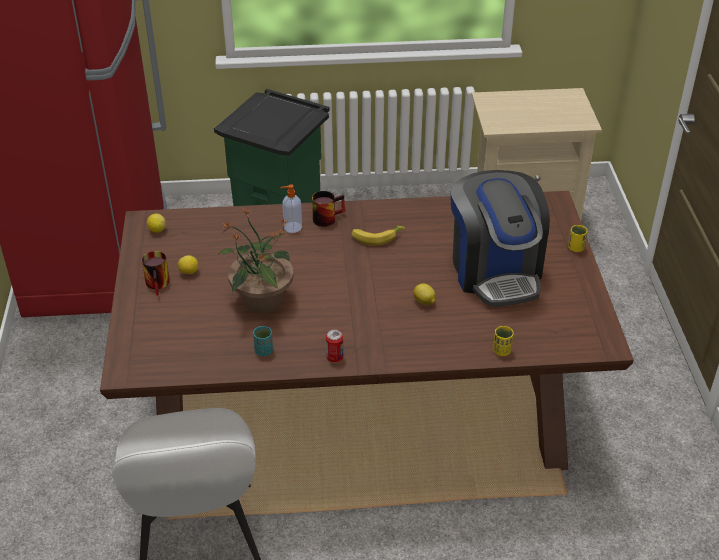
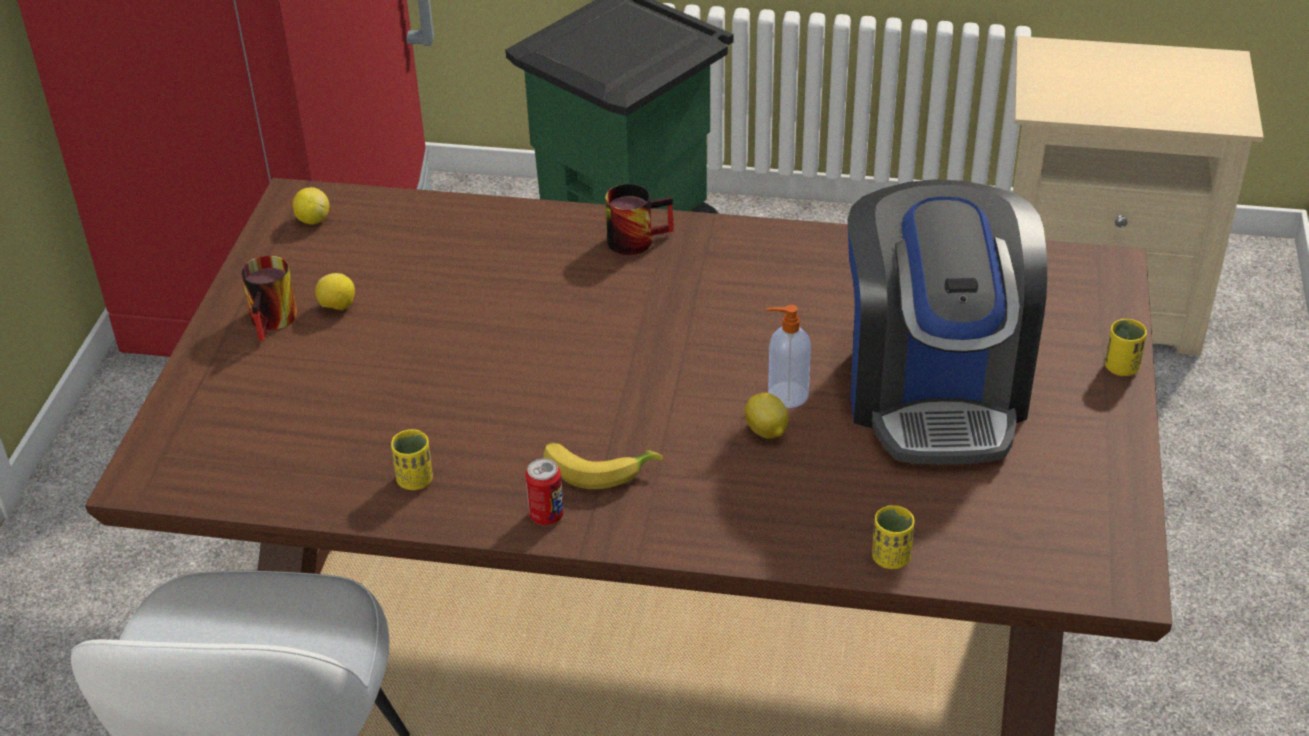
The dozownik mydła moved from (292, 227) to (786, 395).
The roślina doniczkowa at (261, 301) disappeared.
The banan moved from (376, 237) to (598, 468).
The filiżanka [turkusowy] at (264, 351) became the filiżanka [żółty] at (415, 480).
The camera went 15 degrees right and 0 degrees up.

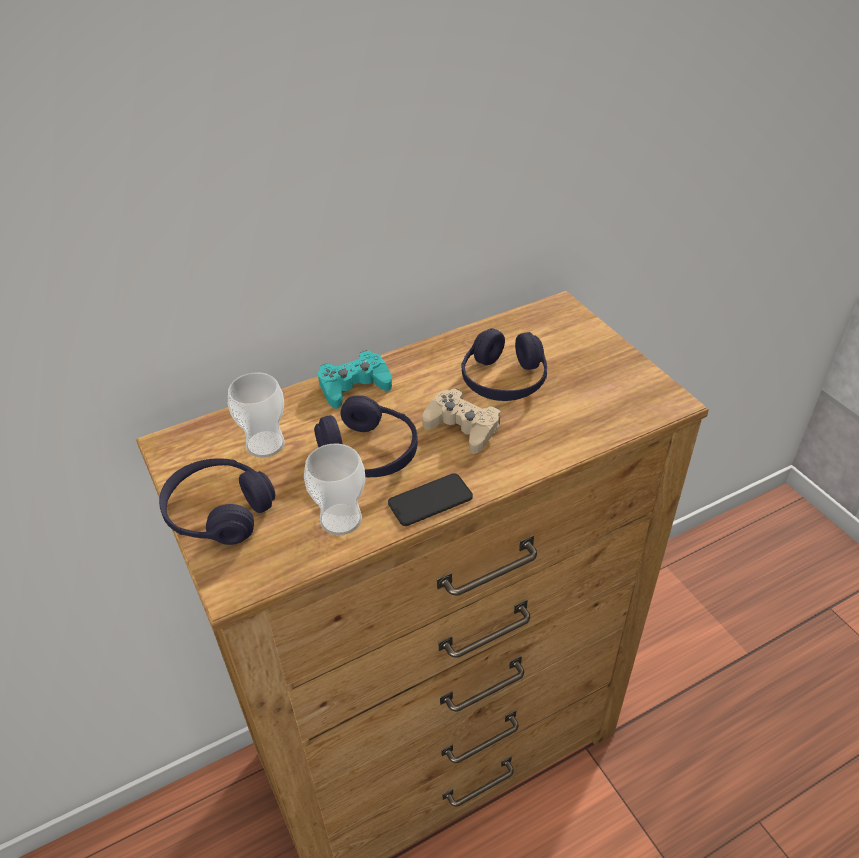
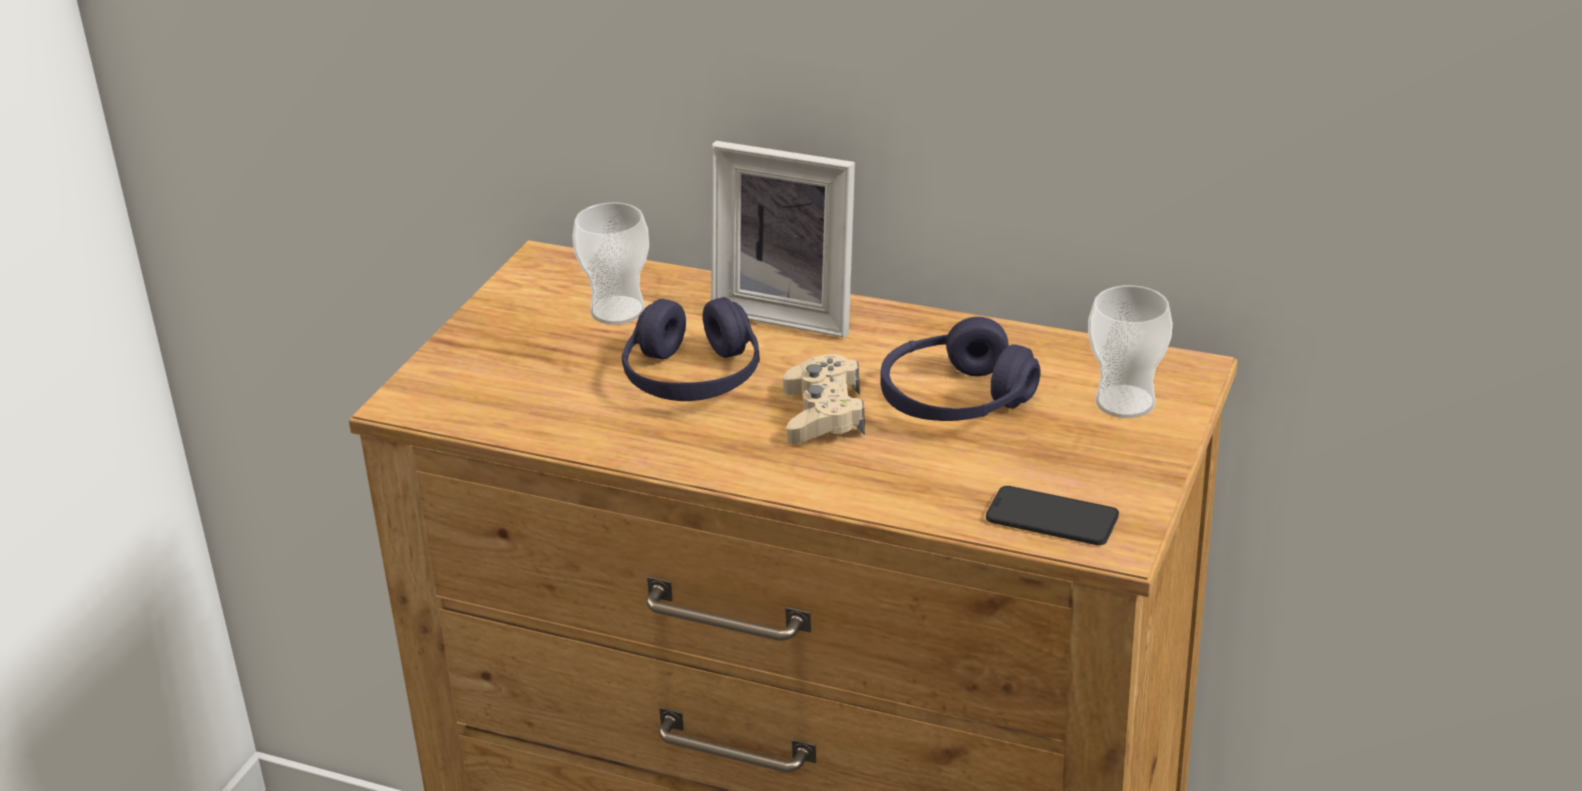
The pad do gier [turkusowy] at (354, 386) was replaced by the ramka na zdjęcie at (789, 310).
The filiżanka moved from (341, 519) to (1125, 402).
The słuchawki [fioletowy] at (219, 512) disappeared.
The telefon moved from (430, 500) to (1052, 517).
The camera went 50 degrees right and 10 degrees down.

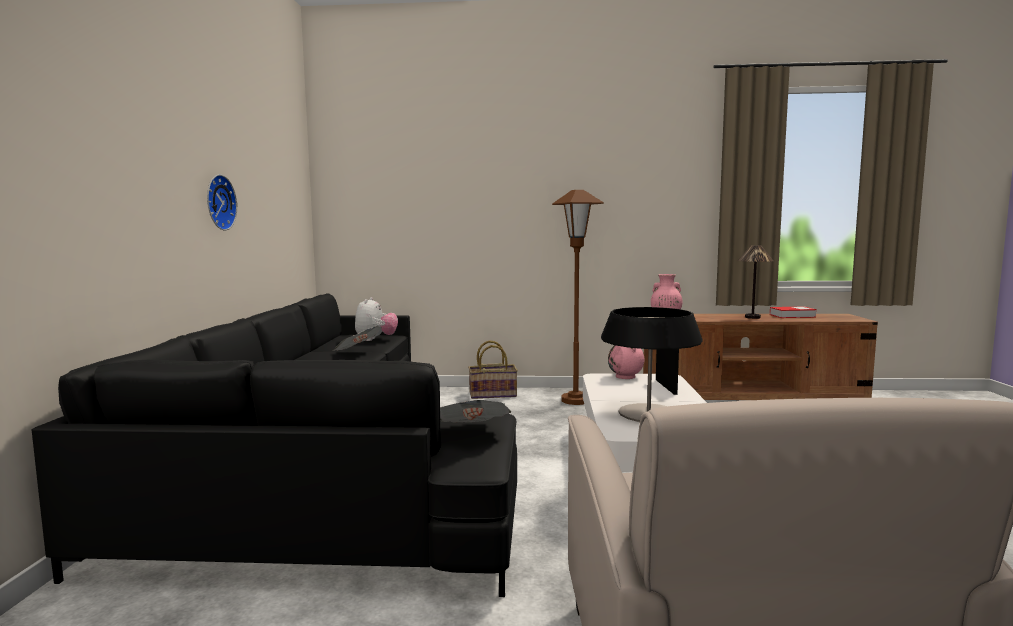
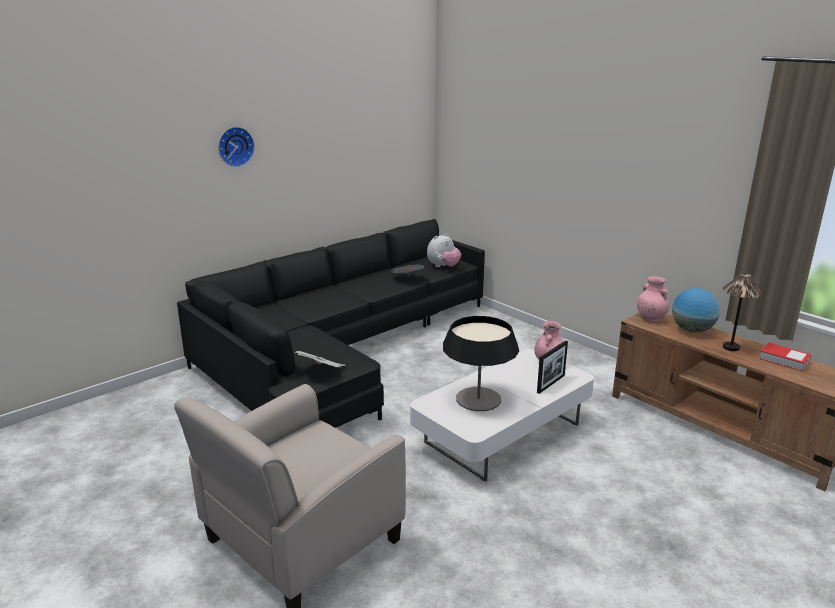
The zegar ścienny moved from (218, 202) to (234, 146).
The lampa stojąca [brązowy] at (575, 400) disappeared.
The koszyk at (493, 394) disappeared.
The globus at (692, 330) appeared.
The camera went 45 degrees right and 15 degrees up.

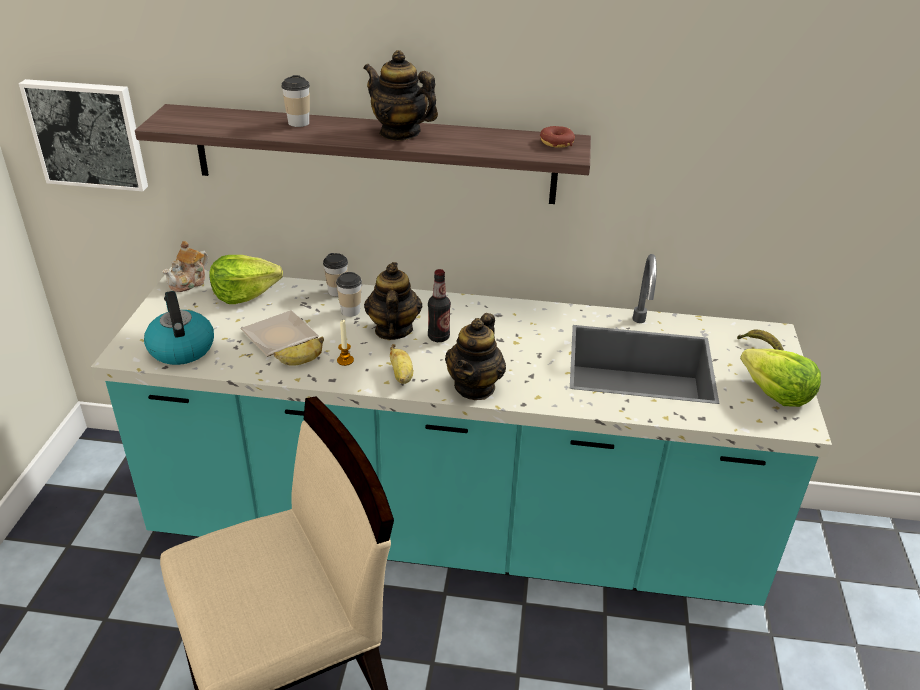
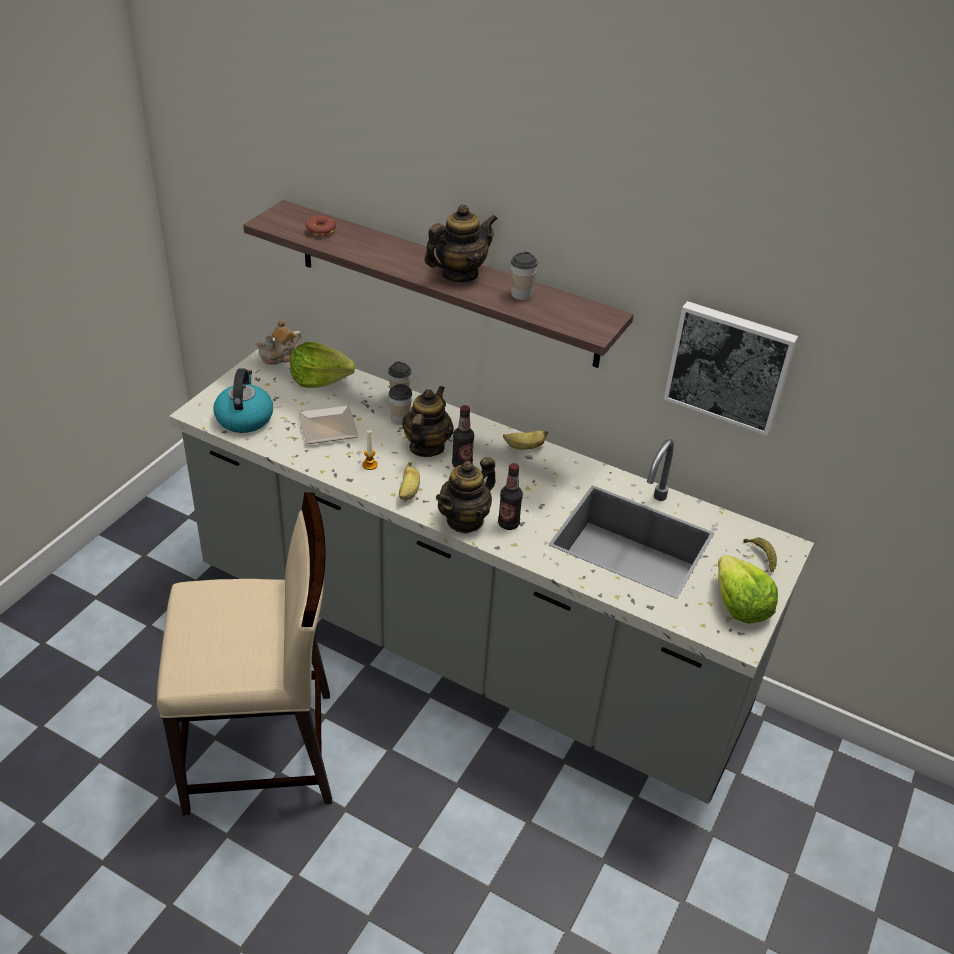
The imbryk at (400, 133) turned 90 degrees clockwise.
The filiżanka moved from (298, 123) to (521, 294).
The obraz moved from (88, 134) to (729, 366).
The donut moved from (556, 143) to (320, 231).
The zabudowa kuchenna [turkusowy] at (454, 531) became the zabudowa kuchenna [szary] at (465, 644).
The banan moved from (301, 362) to (524, 447).
The butelka at (508, 524) appeared.
The camera went 20 degrees right and 5 degrees up.

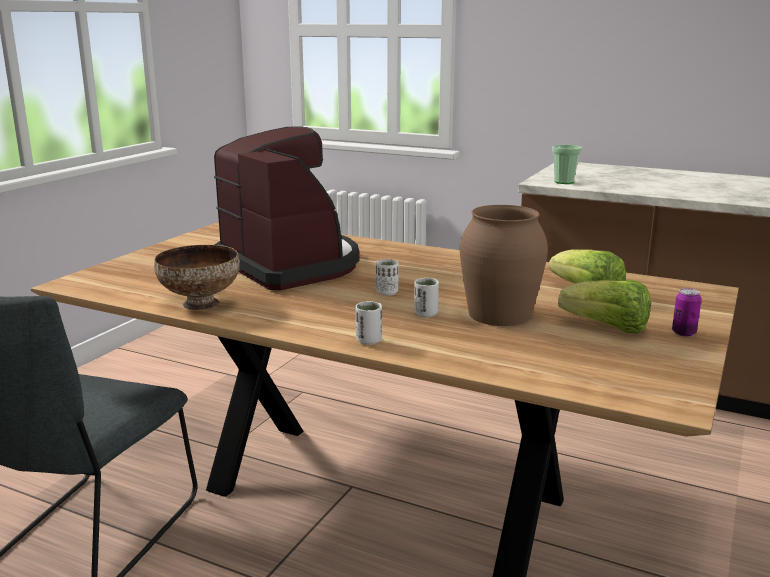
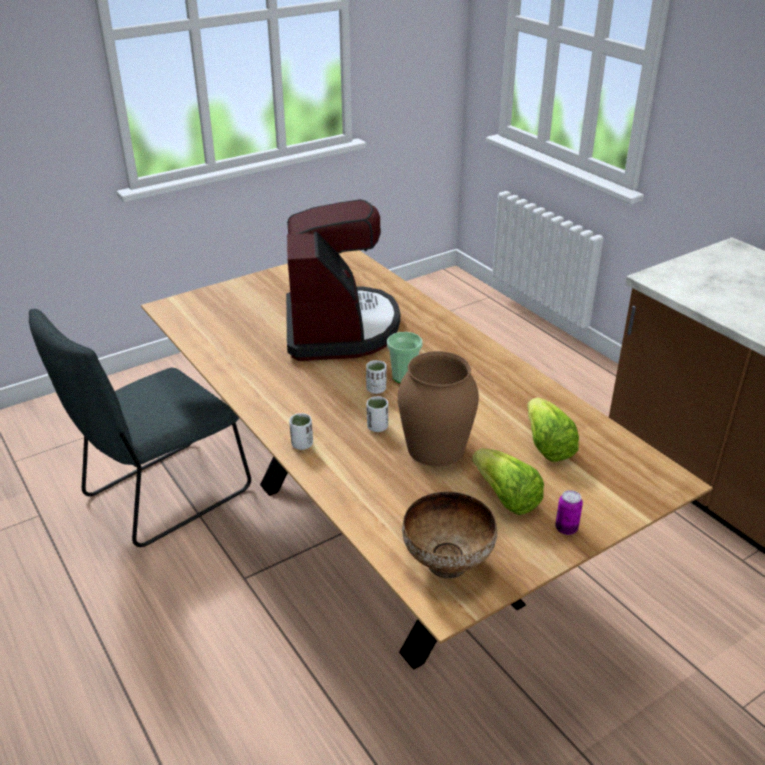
The filiżanka moved from (564, 182) to (404, 377).
The miska moved from (201, 303) to (448, 563).
The camera went 30 degrees right and 15 degrees up.

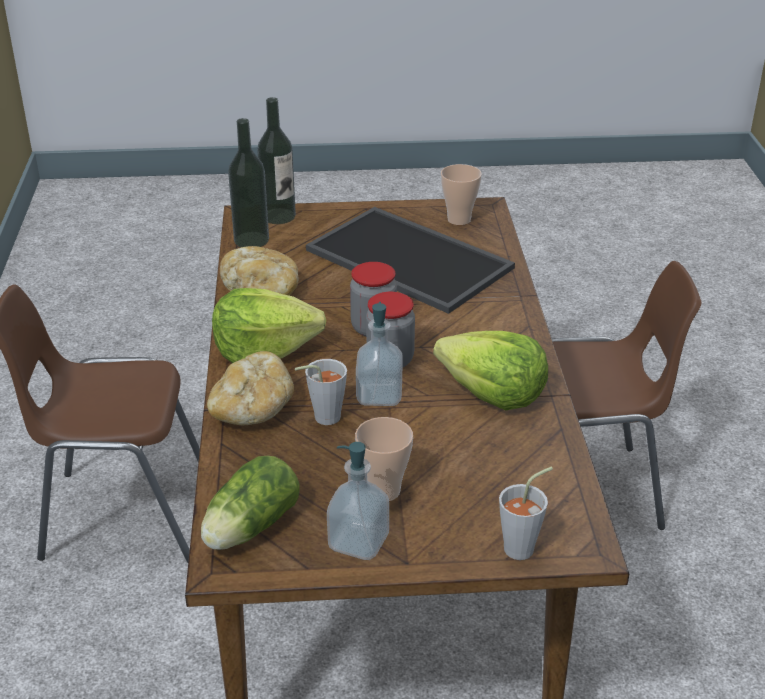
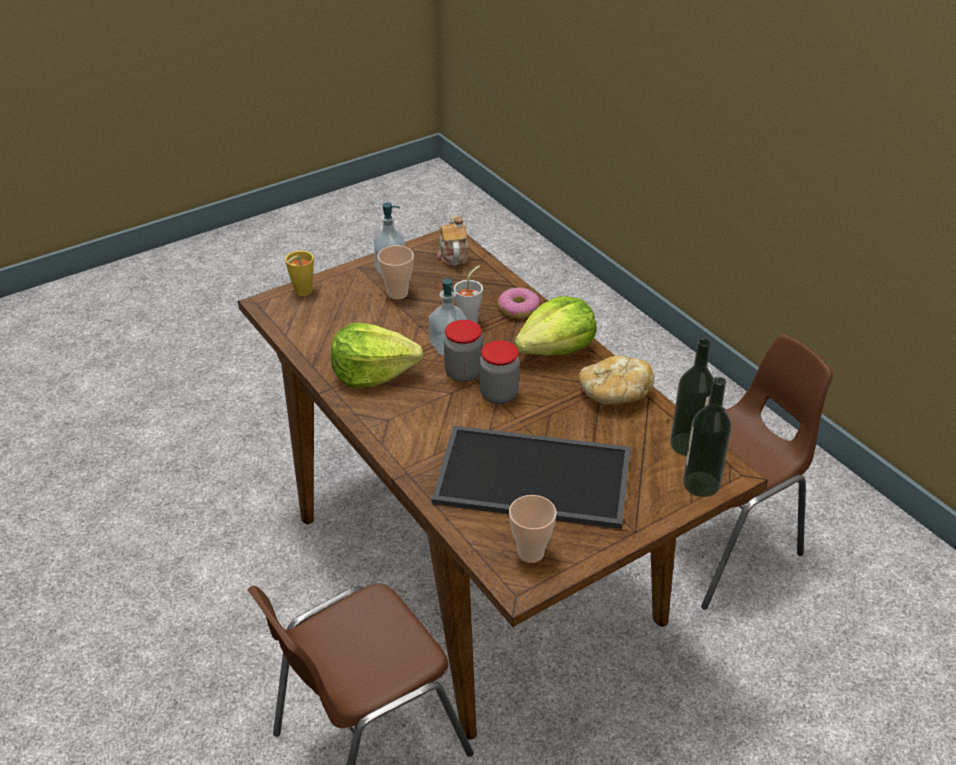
The chleb at (253, 410) was replaced by the donut at (518, 309).
The sałata at (248, 528) was replaced by the imbryk at (453, 254).
The filiżanka [szary] at (524, 546) became the filiżanka [żółty] at (300, 293).
The camera went 150 degrees right and 5 degrees up.

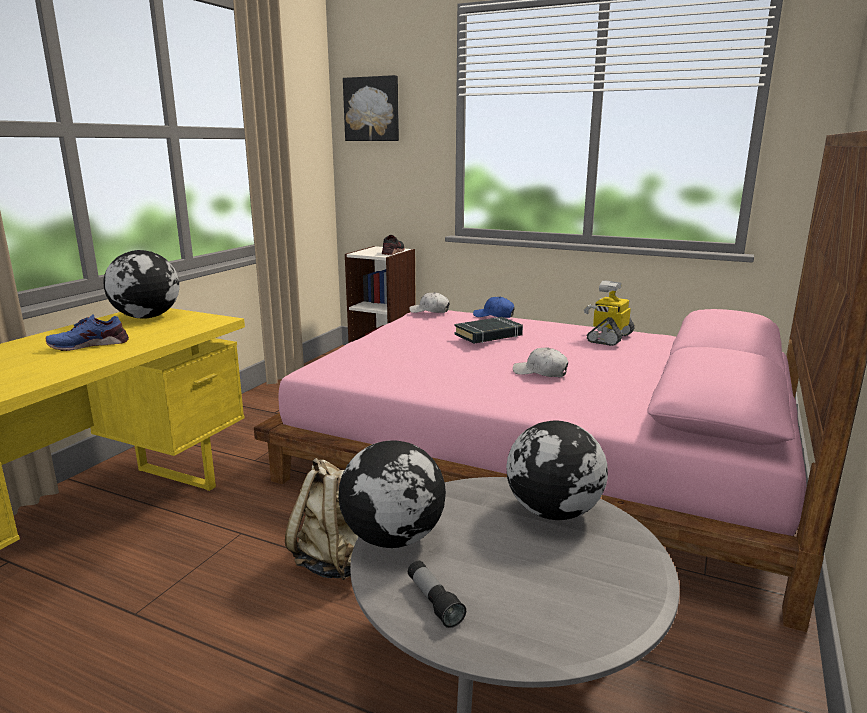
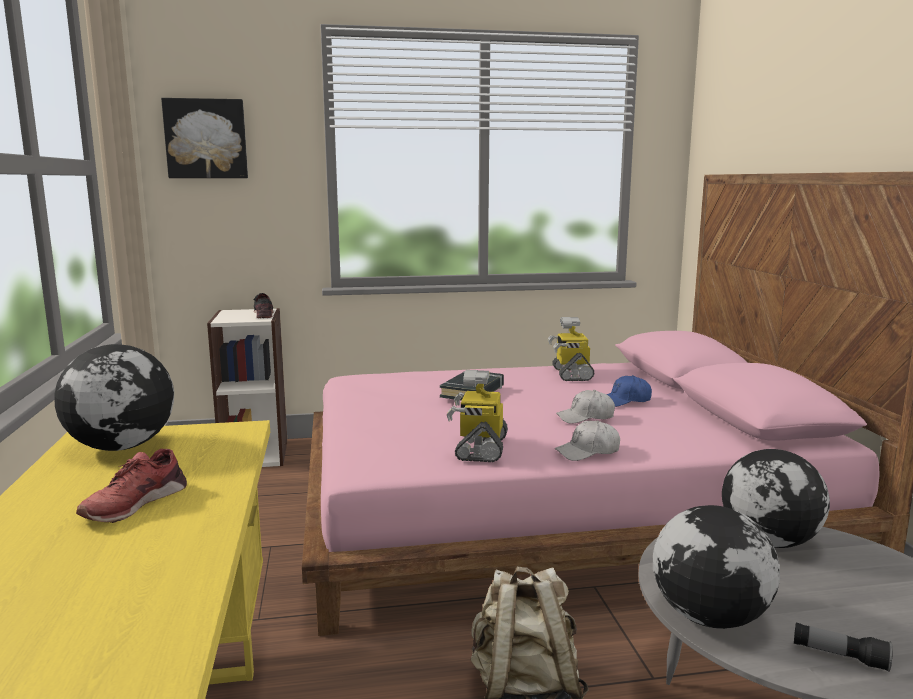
The czapka z daszkiem [biały] moved from (430, 311) to (588, 452).
The czapka z daszkiem [niebieski] moved from (494, 316) to (625, 401).
The but [niebieski] at (89, 345) became the but [czerwony] at (134, 503).
The robot zabawkowy at (480, 448) appeared.
The camera went 35 degrees left and 5 degrees down.

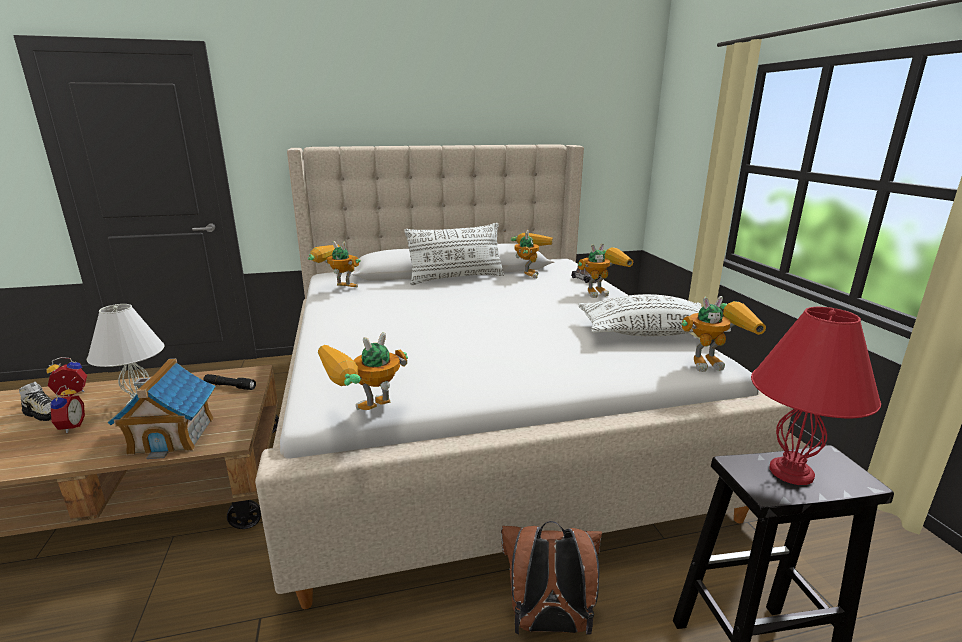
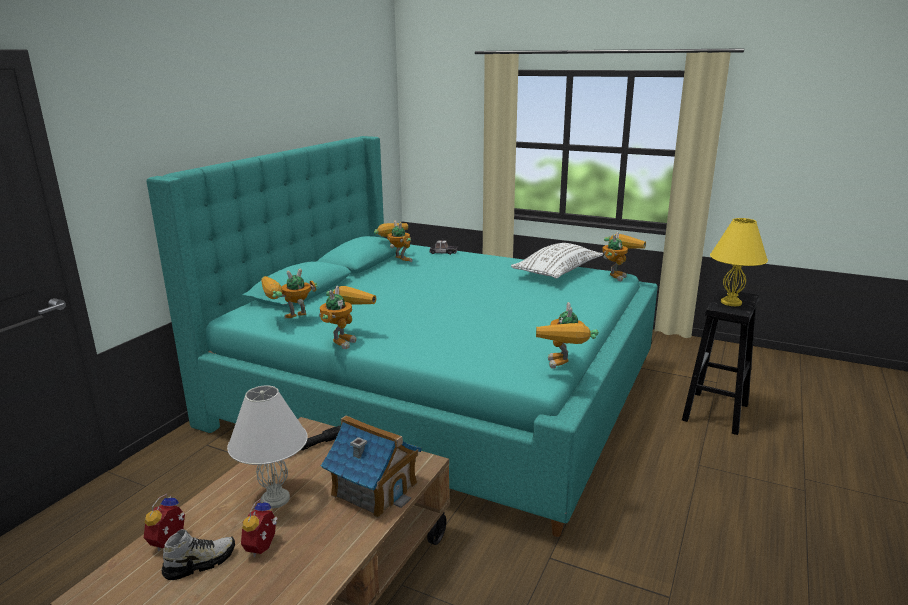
The łóżko [beżowy] at (480, 418) became the łóżko [turkusowy] at (437, 393).
The poduszka [biały] at (456, 278) disappeared.
The robot zabawkowy moved from (602, 292) to (345, 339).
The lampa stołowa [czerwony] at (792, 472) became the lampa stołowa [żółty] at (731, 302).
The budzik at (69, 427) turned 105 degrees counterclockwise.
The plecak [brązowy] at (548, 623) disappeared.
The camera went 50 degrees left and 0 degrees up.

